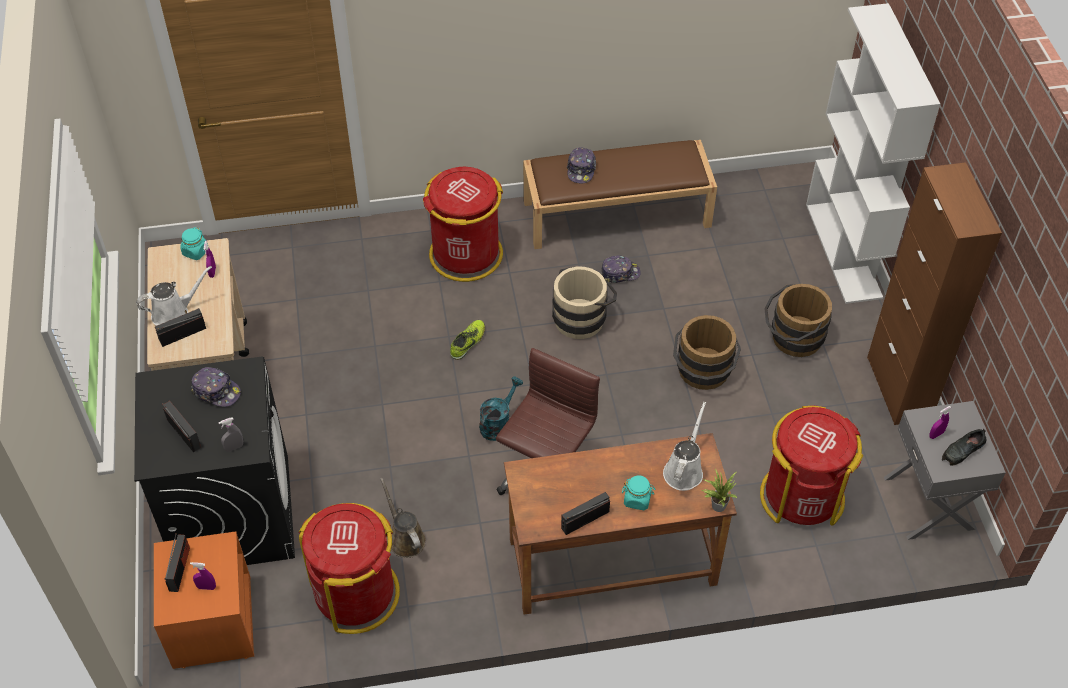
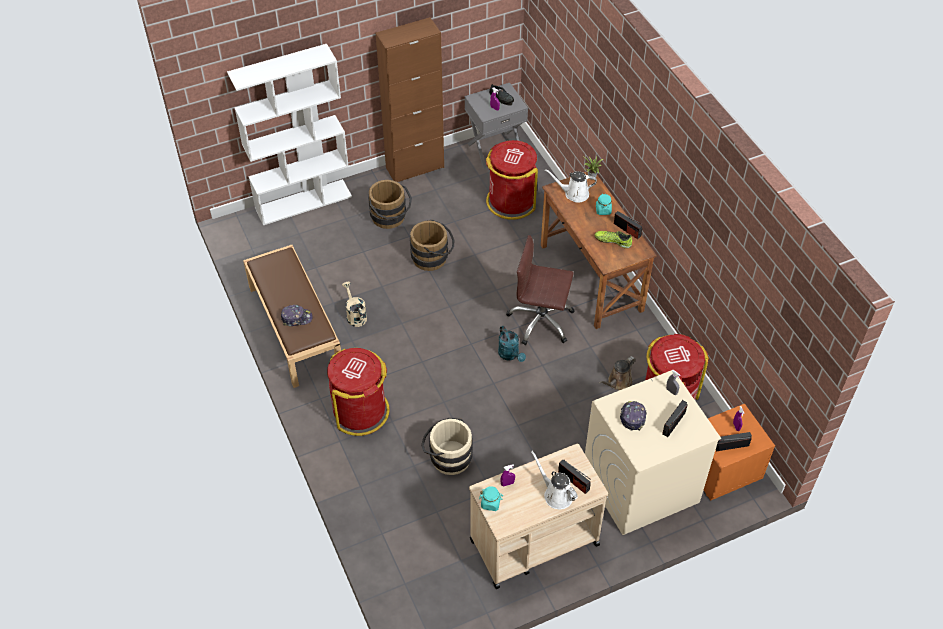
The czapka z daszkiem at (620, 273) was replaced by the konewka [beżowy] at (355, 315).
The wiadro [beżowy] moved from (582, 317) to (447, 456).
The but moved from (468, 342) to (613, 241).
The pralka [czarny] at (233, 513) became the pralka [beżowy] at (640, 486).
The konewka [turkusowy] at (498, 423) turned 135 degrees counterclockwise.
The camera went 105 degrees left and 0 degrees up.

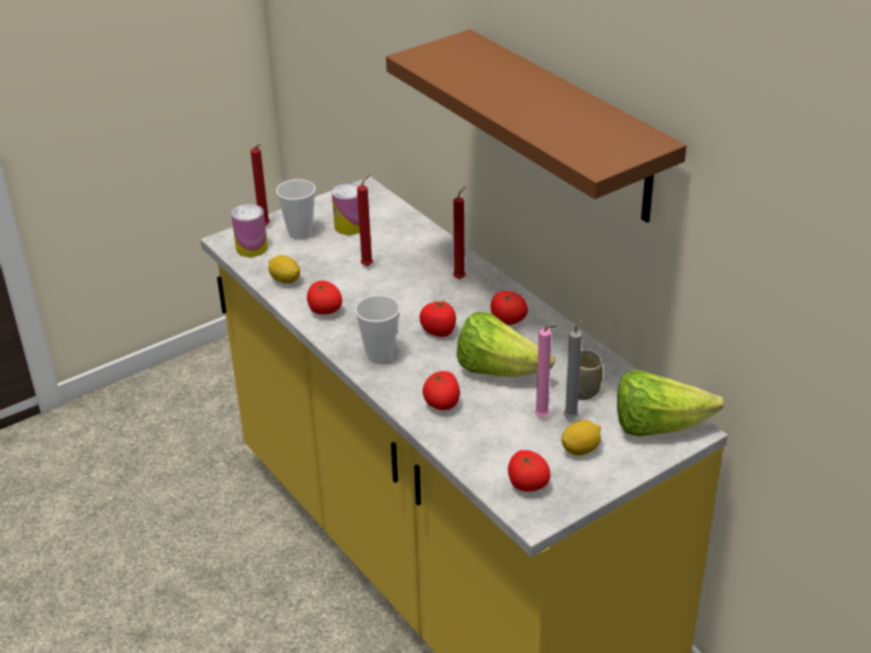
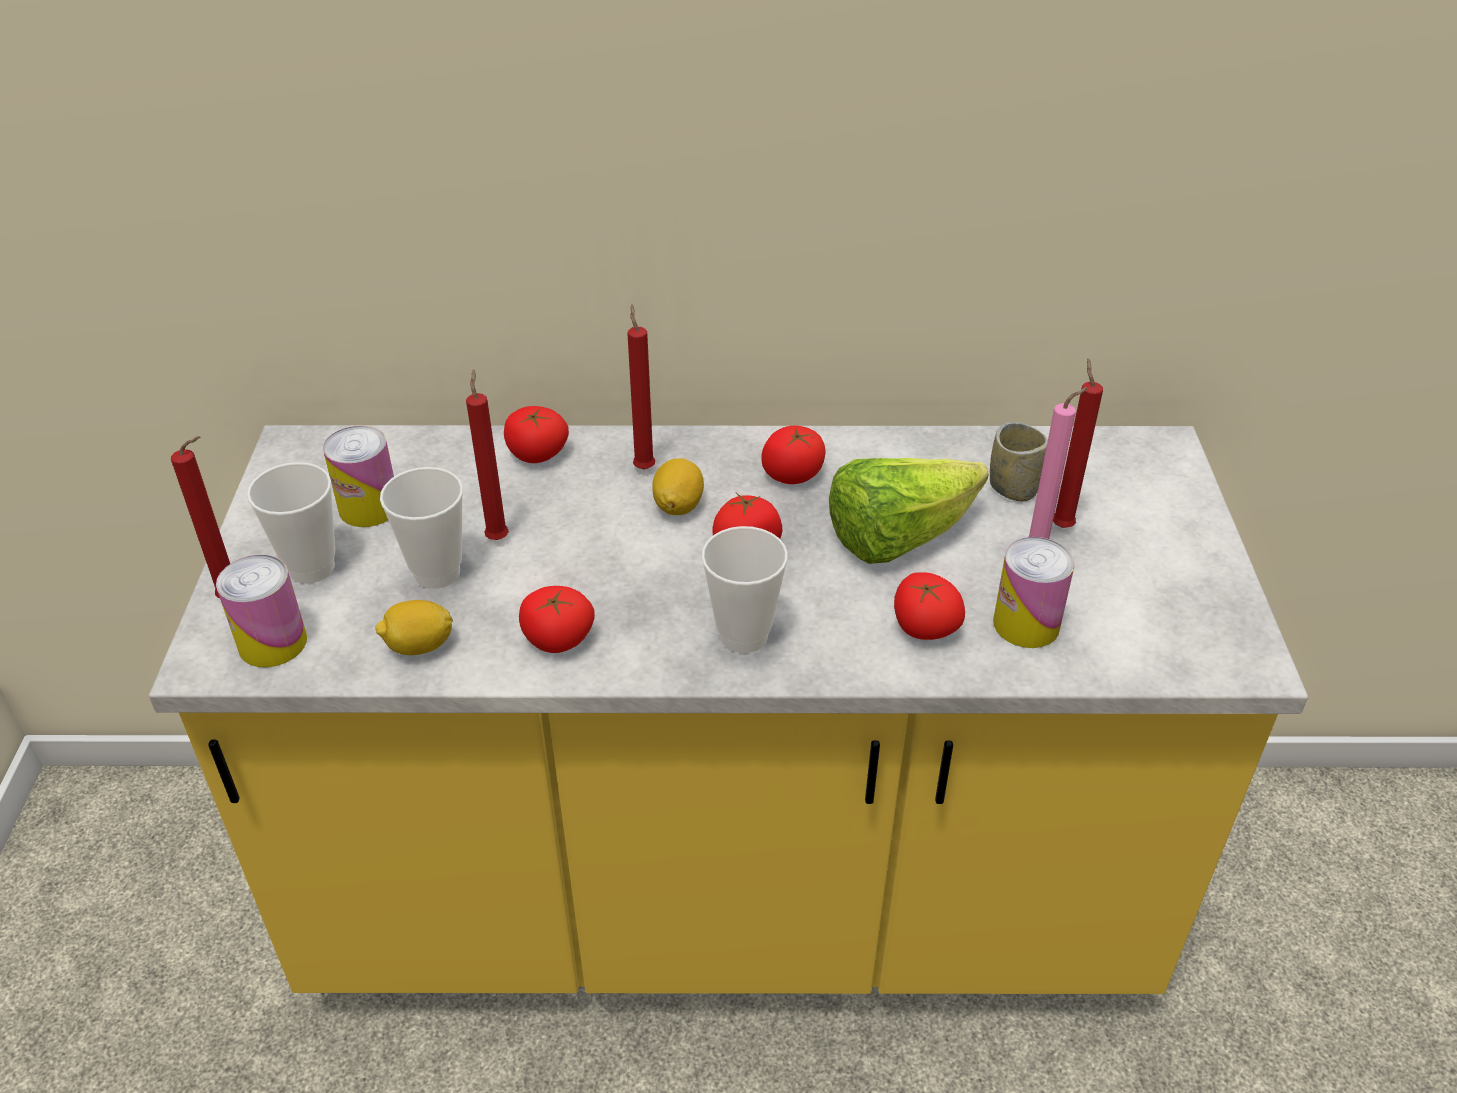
The półka [brązowy] at (567, 127) disappeared.
The świeca [szary] at (572, 417) became the świeca [czerwony] at (1061, 525).
The sałata at (657, 426) disappeared.
The cytryna moved from (580, 449) to (678, 505).
The pomidor moved from (527, 484) to (537, 455).
The filiżanka at (437, 573) appeared.
The puszka at (1026, 624) appeared.
The camera went 55 degrees left and 5 degrees up.

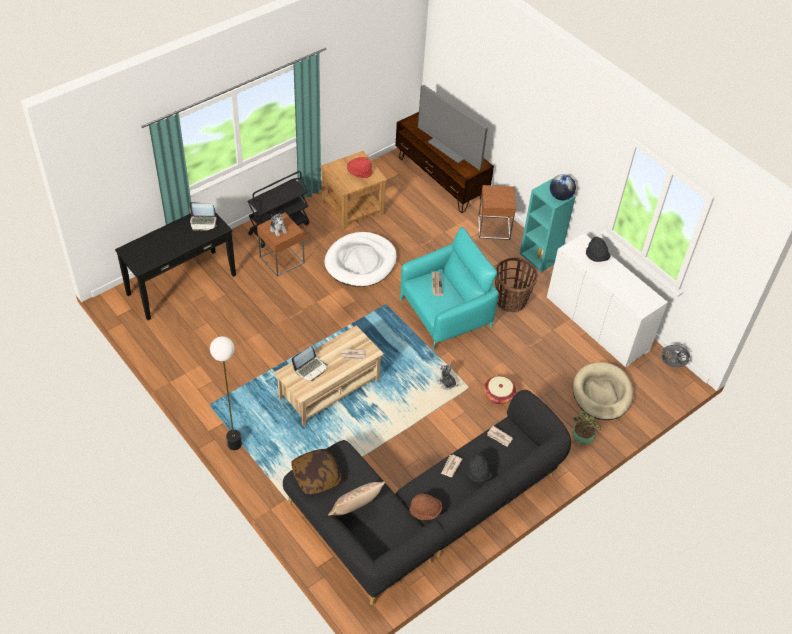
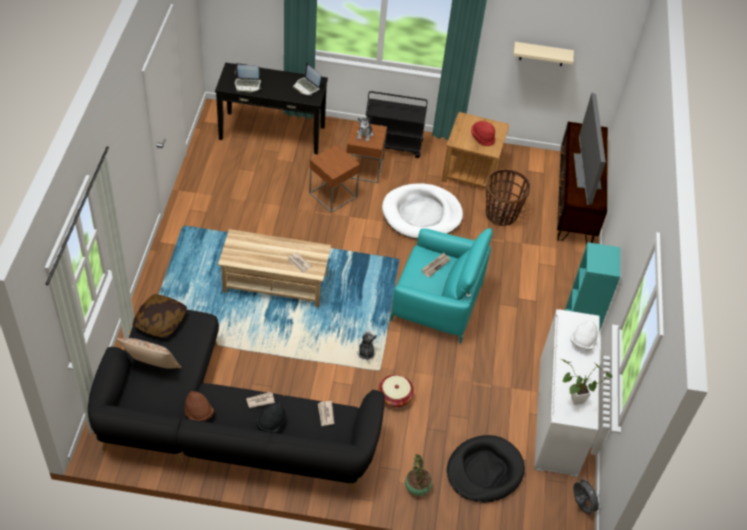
The globus at (560, 196) disappeared.
The stolik [brązowy] moved from (493, 227) to (333, 195).
The kapelusz [czarny] at (596, 257) became the kapelusz [biały] at (582, 342).
The koszyk moved from (511, 301) to (501, 214).
The lampa stojąca at (234, 444) disappeared.
The laptop moved from (310, 368) to (247, 84).
The legowisko [beżowy] at (602, 393) became the legowisko [czarny] at (484, 471).
The półka [beżowy] at (542, 54) appeared.
The roślina doniczkowa at (573, 400) appeared.
The camera went 45 degrees right and 0 degrees up.

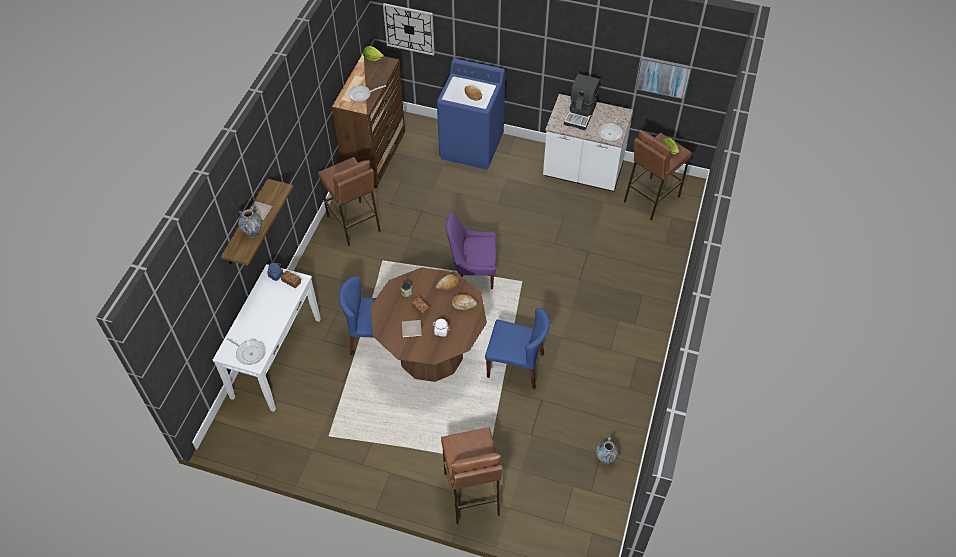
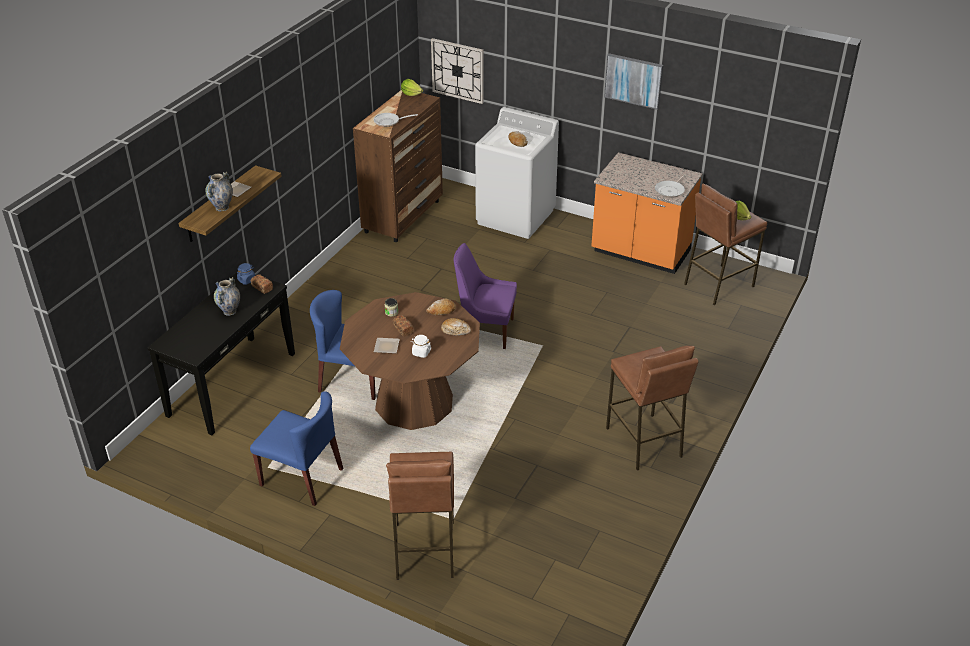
The obraz moved from (663, 77) to (633, 80).
The pralka [niebieski] at (472, 147) became the pralka [biały] at (516, 217).
The ekspres do kawy at (580, 114) disappeared.
The zabudowa kuchenna [biały] at (582, 173) became the zabudowa kuchenna [pomarańczowy] at (640, 253).
The stołek [brązowy] moved from (354, 223) to (644, 442).
The stolik konsolowy [biały] at (276, 357) became the stolik konsolowy [czarny] at (231, 384).
The krzesło [niebieski] moved from (516, 365) to (302, 477).
The patelnia at (249, 353) disappeared.
The wazon moved from (605, 459) to (229, 311).
The camera went 10 degrees right and 15 degrees down.

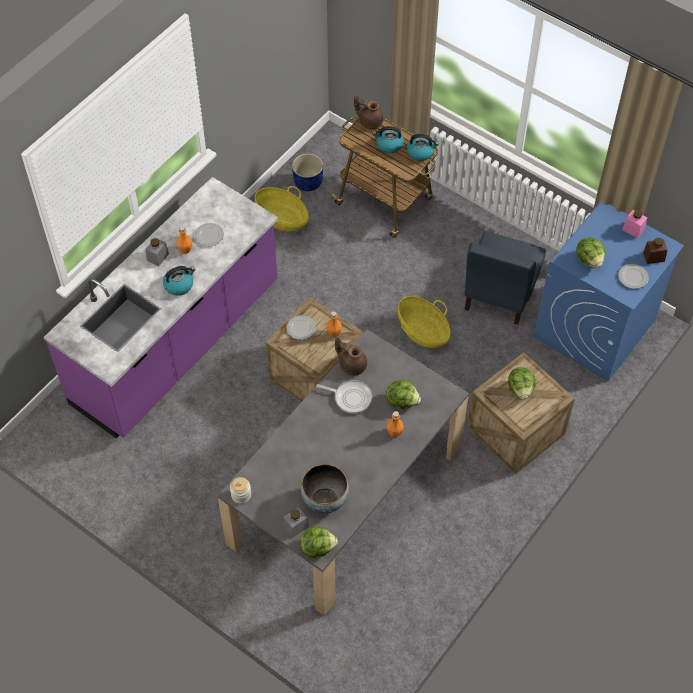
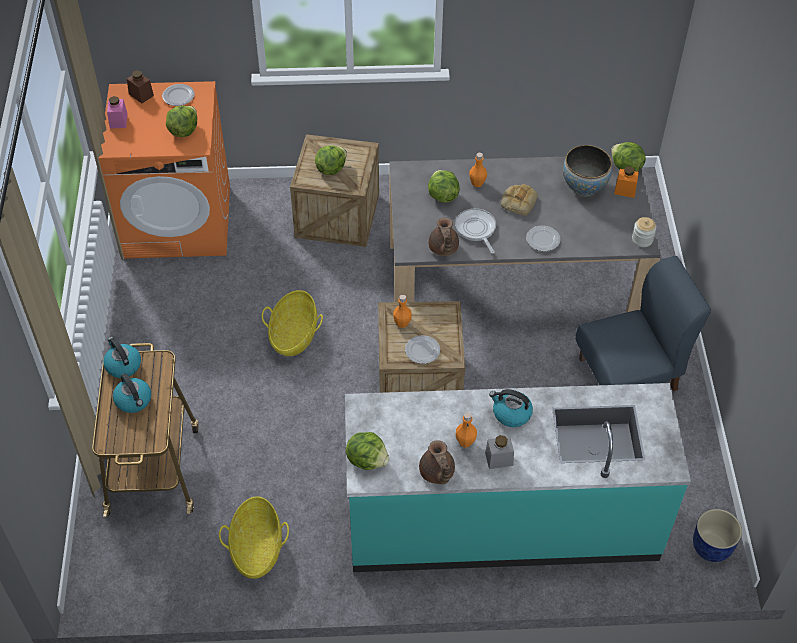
The imbryk [brązowy] moved from (369, 121) to (437, 473).
The donica [niebieski] moved from (308, 182) to (711, 546).
The zabudowa kuchenna [fioletowy] at (177, 345) became the zabudowa kuchenna [turkusowy] at (501, 520).
The pralka [niebieski] at (594, 329) became the pralka [pomarańczowy] at (179, 221).
The talerz moved from (209, 235) to (542, 240).
The krzesło [niebieski] moved from (499, 293) to (629, 374).
The słoik [szary] at (296, 526) became the słoik [pomarańczowy] at (625, 190).
The chleb at (518, 201) appeared.
The sałata at (367, 459) appeared.
The camera went 130 degrees left and 5 degrees down.

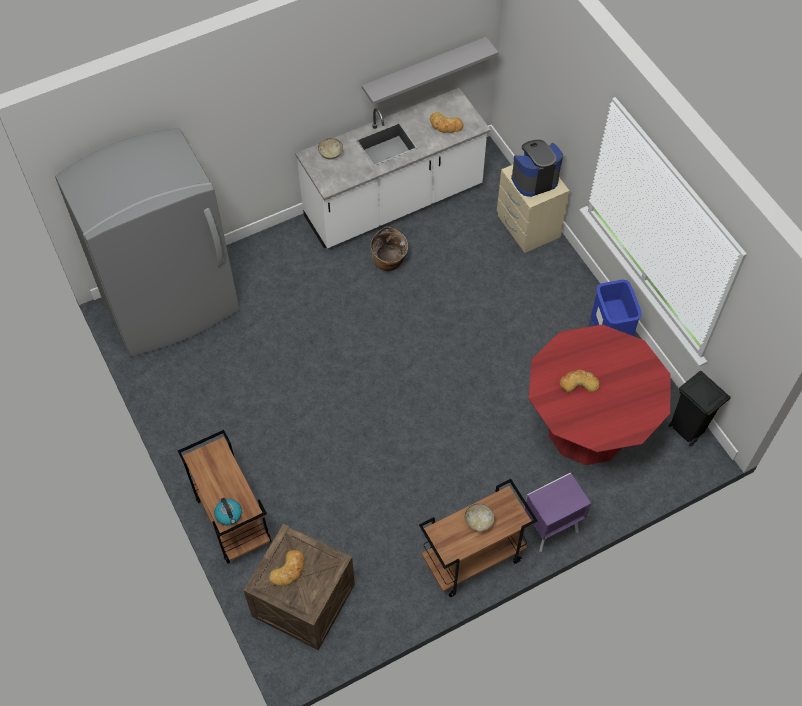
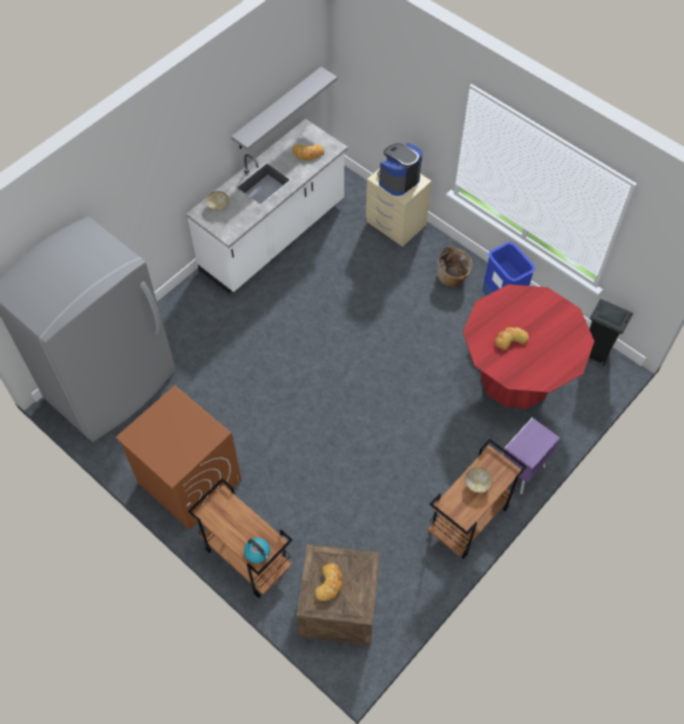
The koszyk moved from (389, 262) to (453, 277).
The pralka [brązowy] at (189, 481) appeared.
The camera went 20 degrees left and 0 degrees up.

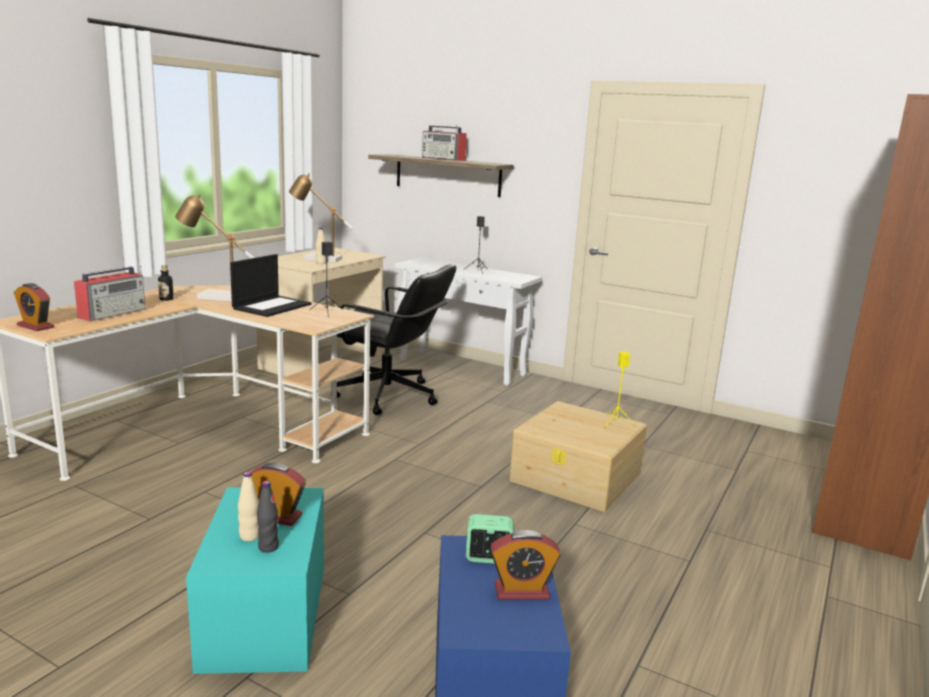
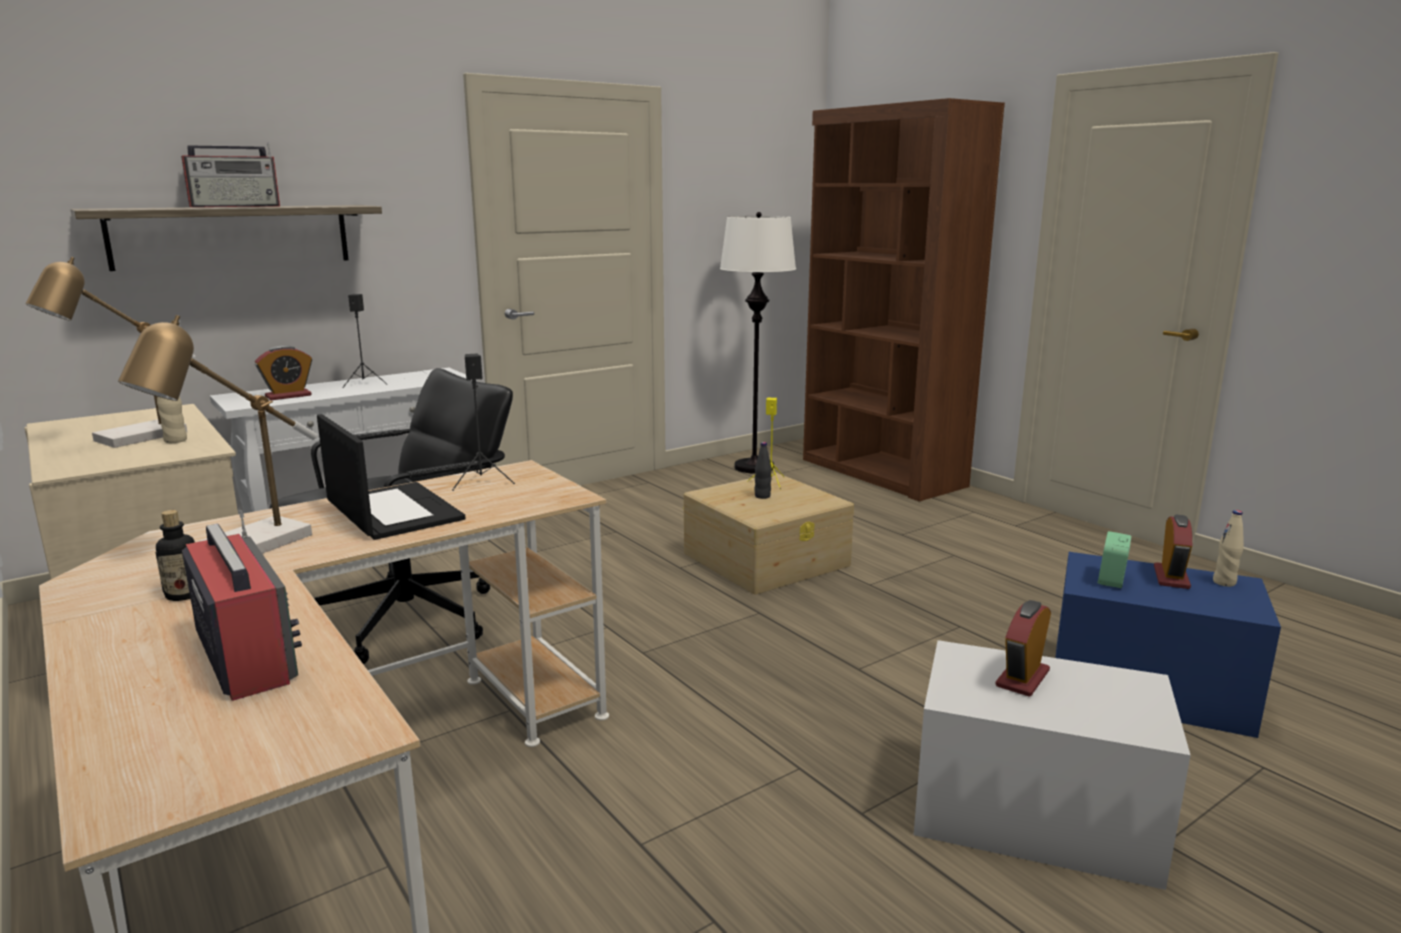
The budzik moved from (35, 326) to (288, 396).
The butelka [beżowy] moved from (249, 536) to (1224, 582).
The butelka [czarny] moved from (268, 547) to (762, 496).
The pojemnik do przechowywania [turkusowy] at (265, 615) became the pojemnik do przechowywania [biały] at (1035, 814).
The lampa stojąca [biały] at (753, 467) appeared.
The camera went 65 degrees left and 0 degrees up.

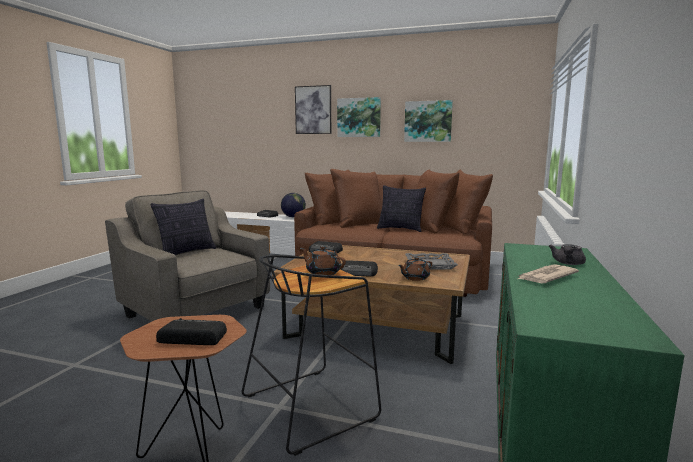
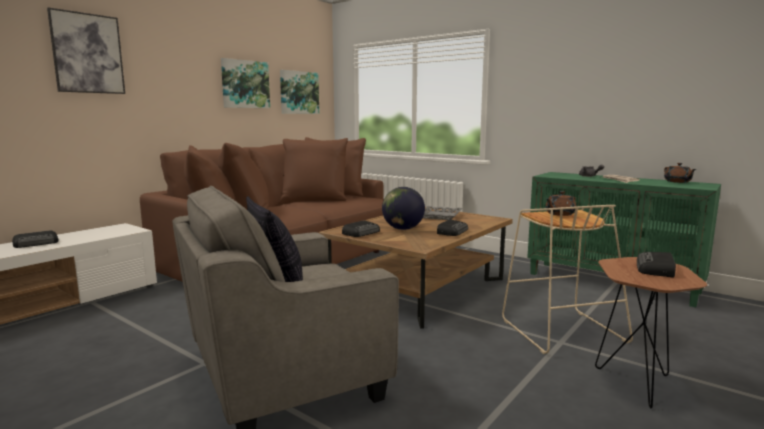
The obraz moved from (359, 117) to (299, 92).
The poduszka at (400, 229) disappeared.
The globus moved from (293, 217) to (402, 229).
The stołek [czarny] at (311, 406) became the stołek [beżowy] at (560, 330).
The imbryk [brązowy] moved from (415, 278) to (677, 182).
The camera went 70 degrees left and 0 degrees up.

